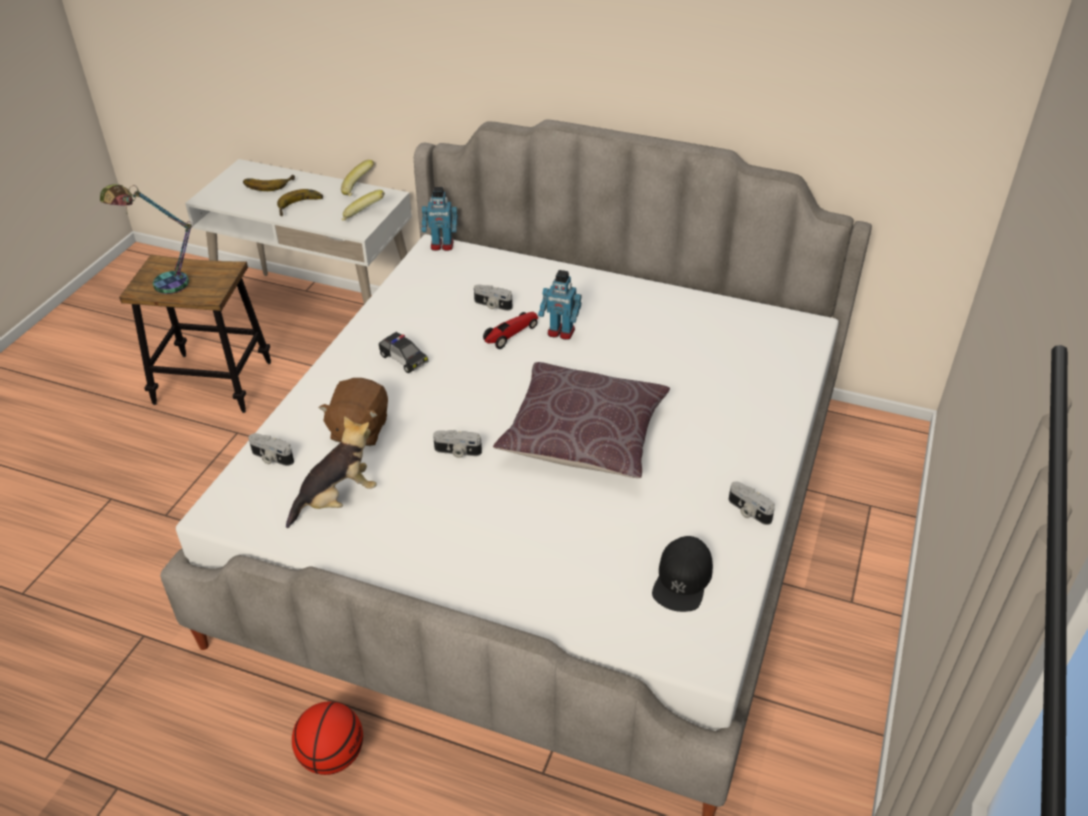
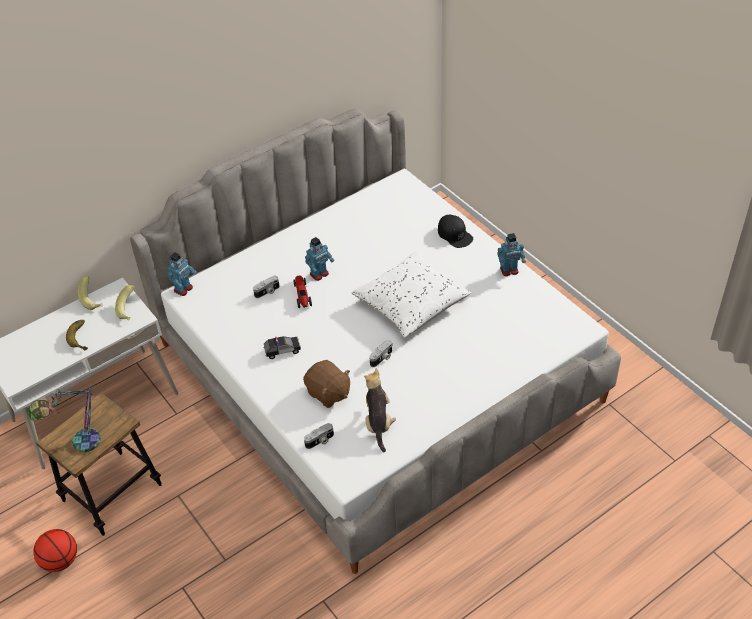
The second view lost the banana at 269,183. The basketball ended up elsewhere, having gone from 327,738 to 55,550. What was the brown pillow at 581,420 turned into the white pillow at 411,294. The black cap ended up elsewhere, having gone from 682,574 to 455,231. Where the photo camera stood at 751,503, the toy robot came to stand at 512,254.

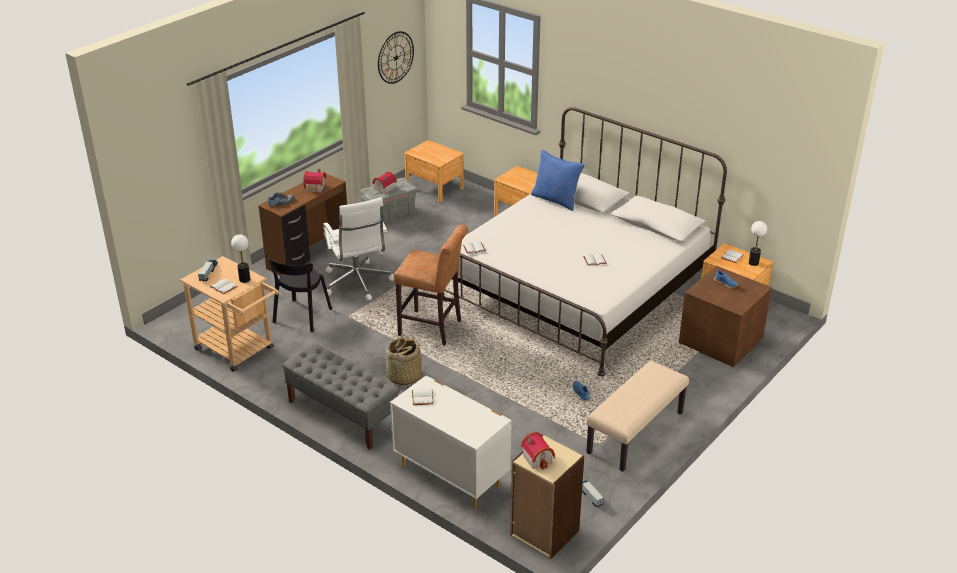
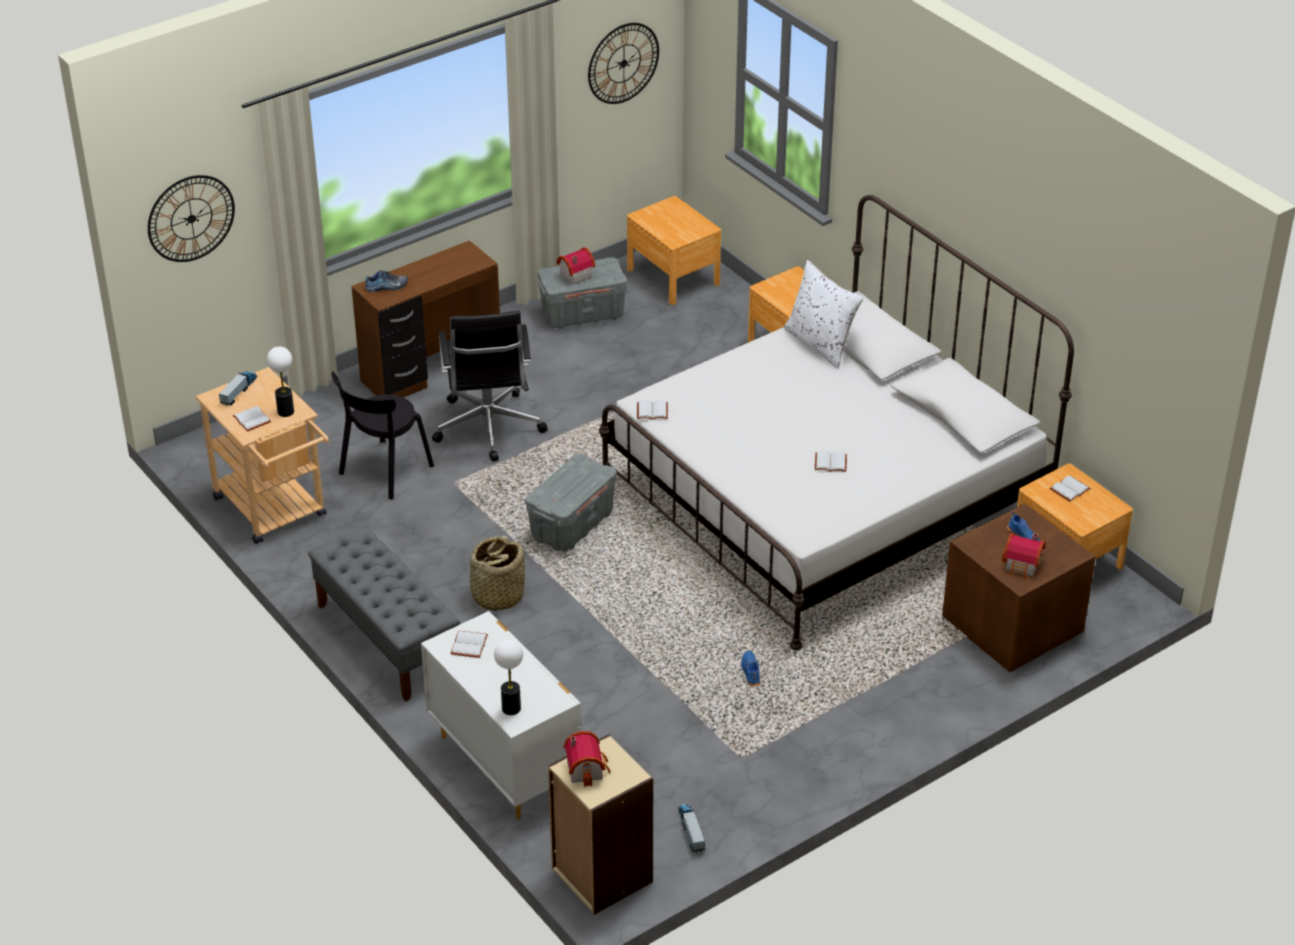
The toy house ended up elsewhere, having gone from 314,181 to 1024,556. What was the white office chair at 358,249 turned into the black office chair at 490,386. Where the brown stool stood at 431,284, the grey storage box came to stand at 571,503. What was the blue pillow at 558,180 turned into the white pillow at 823,314. The second view lost the beige bench at 637,416. The table lamp ended up elsewhere, having gone from 758,243 to 508,677. The second view gained the wall clock at 191,218.

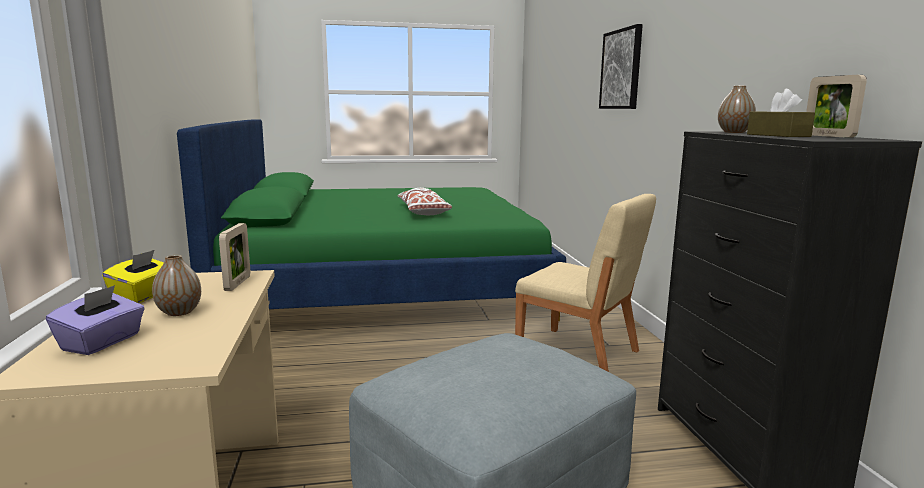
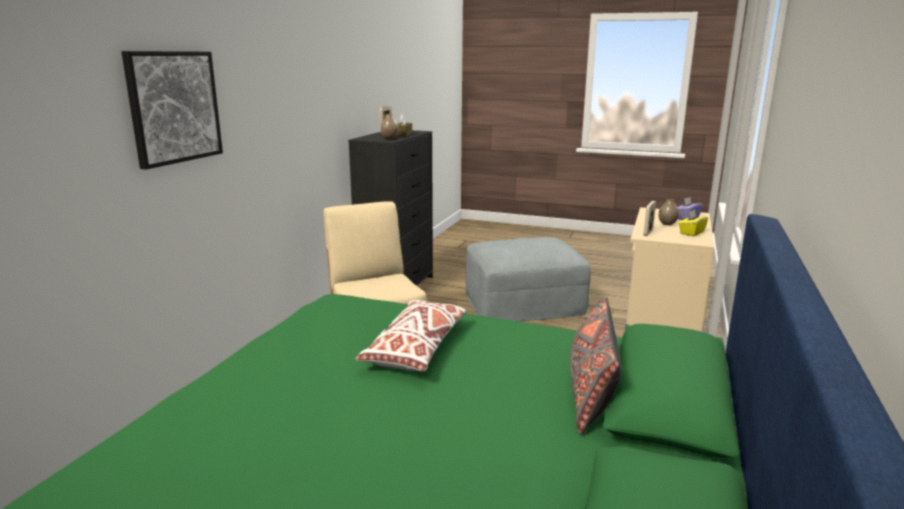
The second view gained the grey pillow at 595,366.

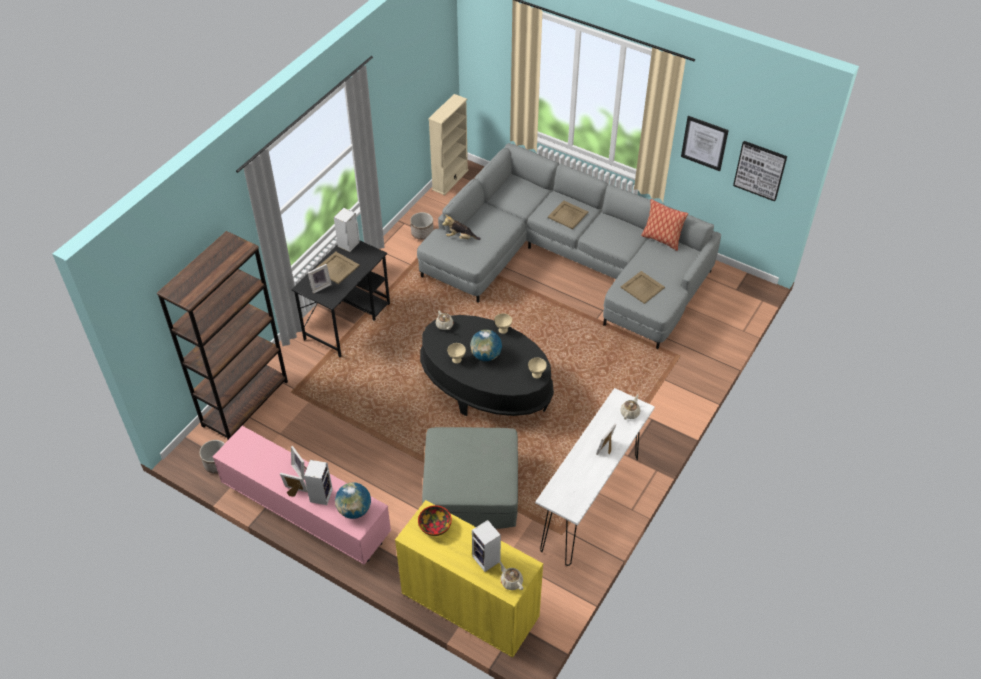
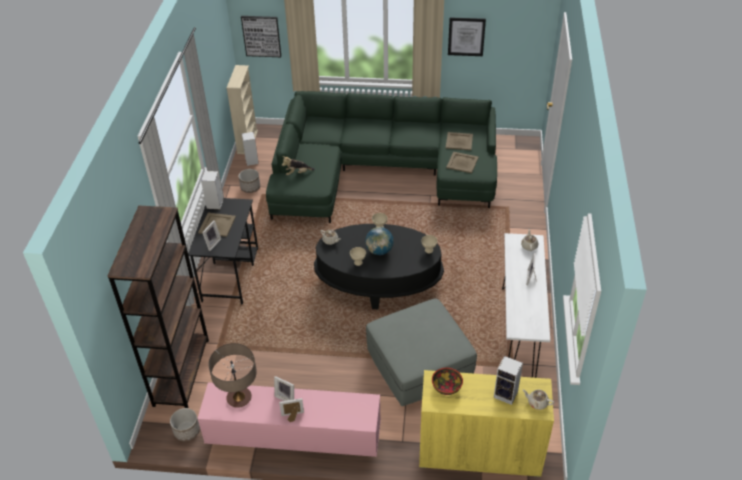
The speaker ended up elsewhere, having gone from 318,482 to 250,149. The second view lost the globe at 353,500. What was the grey sofa at 569,246 turned into the green sofa at 381,157. The beige tray ended up elsewhere, having gone from 568,214 to 459,141. The second view lost the pillow at 664,225. The picture ended up elsewhere, having gone from 760,171 to 261,36. The second view gained the table lamp at 232,375.

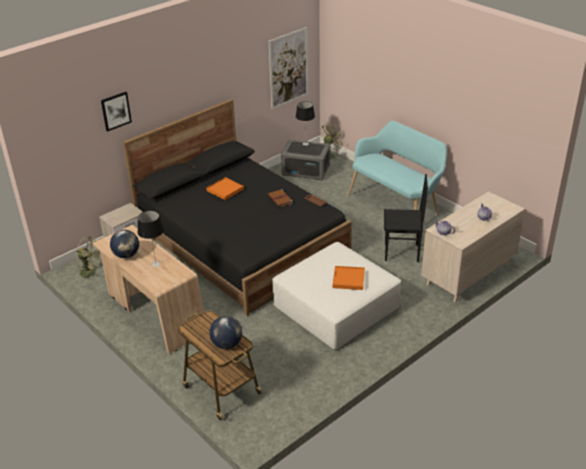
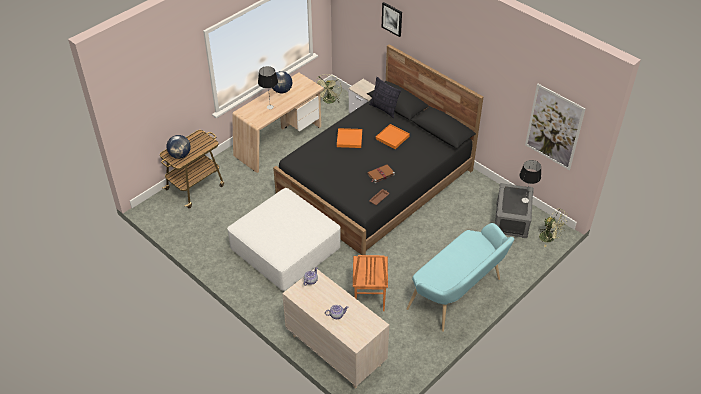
The orange tray ended up elsewhere, having gone from 349,278 to 349,138. What was the black chair at 406,218 turned into the orange chair at 370,283. The second view gained the pillow at 385,97.

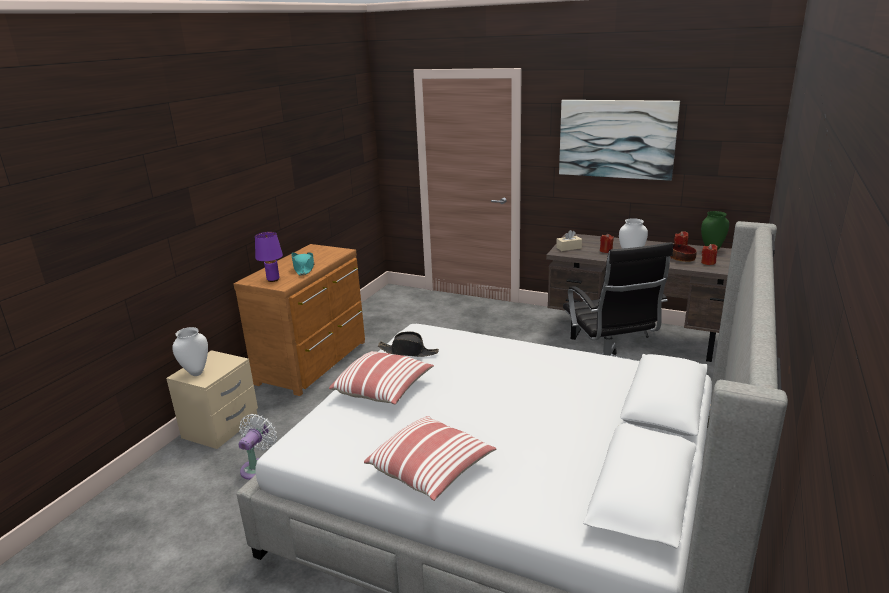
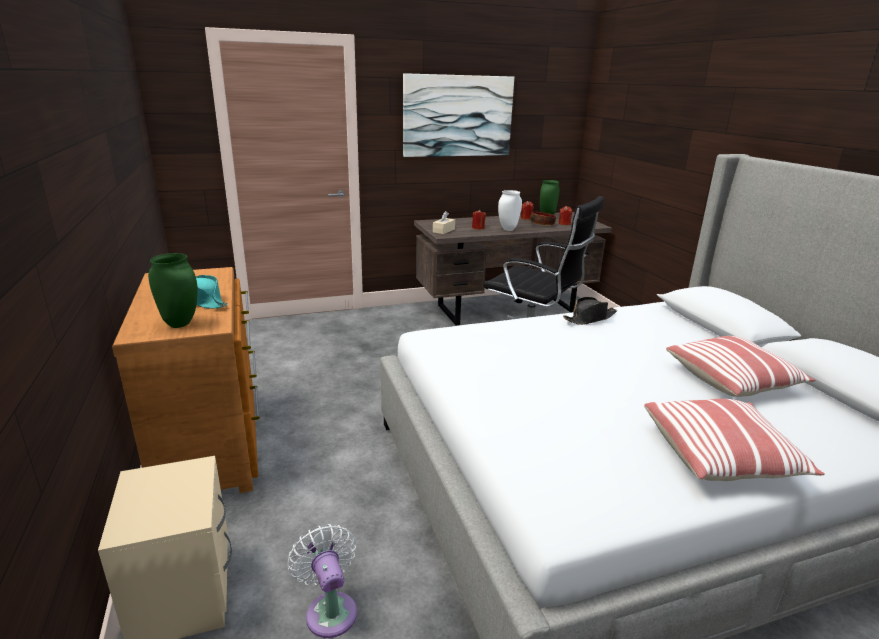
The second view lost the white vase at 190,351. Where the purple table lamp stood at 269,257, the green vase came to stand at 173,290. The pillow ended up elsewhere, having gone from 381,377 to 740,366. The black hat ended up elsewhere, having gone from 408,344 to 590,311.

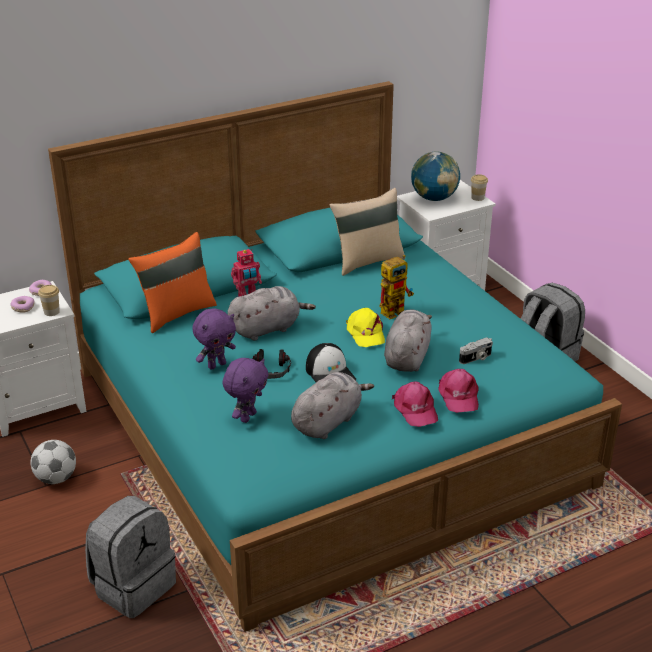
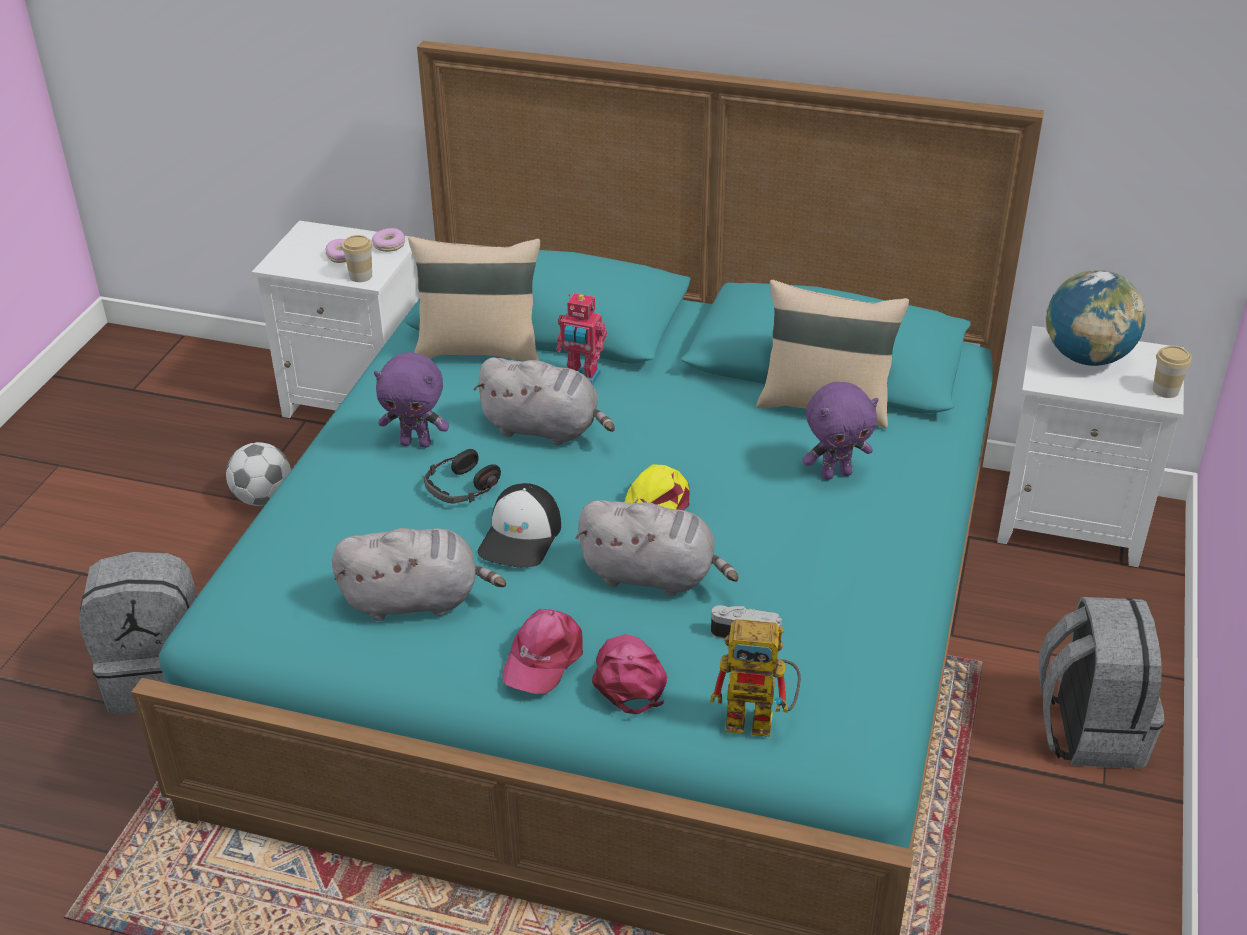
What was the orange pillow at 172,282 turned into the beige pillow at 474,298. The purple plush toy ended up elsewhere, having gone from 245,390 to 840,431. The toy robot ended up elsewhere, having gone from 397,287 to 755,678. The grey plush toy at 408,341 ended up facing another way, 45 degrees clockwise from before. The pink cap at 458,391 ended up facing another way, 135 degrees clockwise from before.

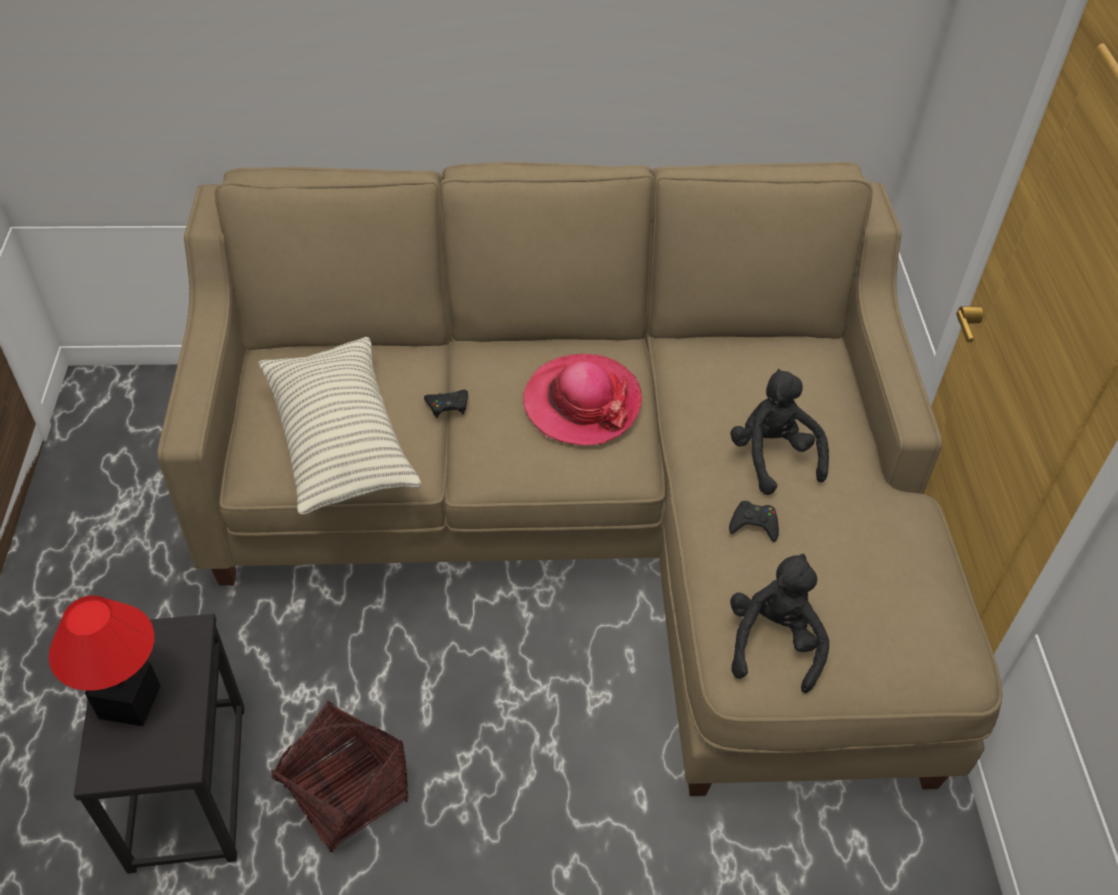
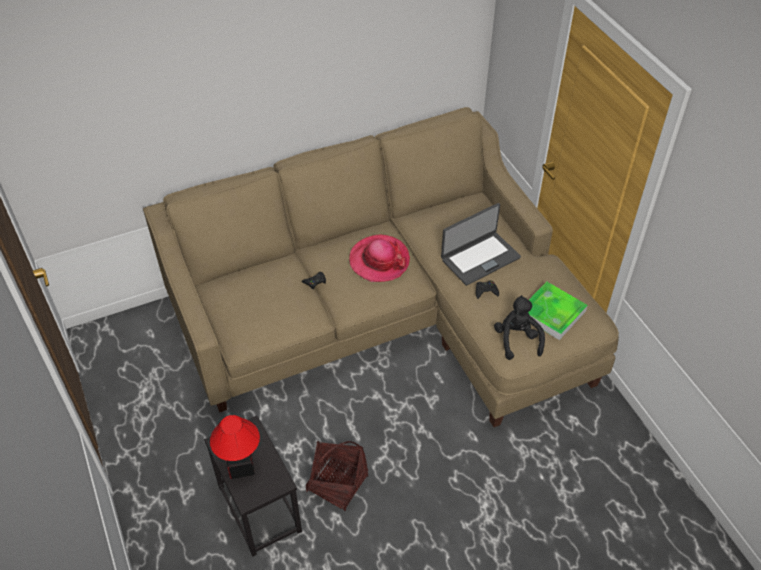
The second view lost the pillow at 340,425. Where the black plush toy stood at 779,432, the laptop came to stand at 481,244. The second view gained the tray at 558,311.

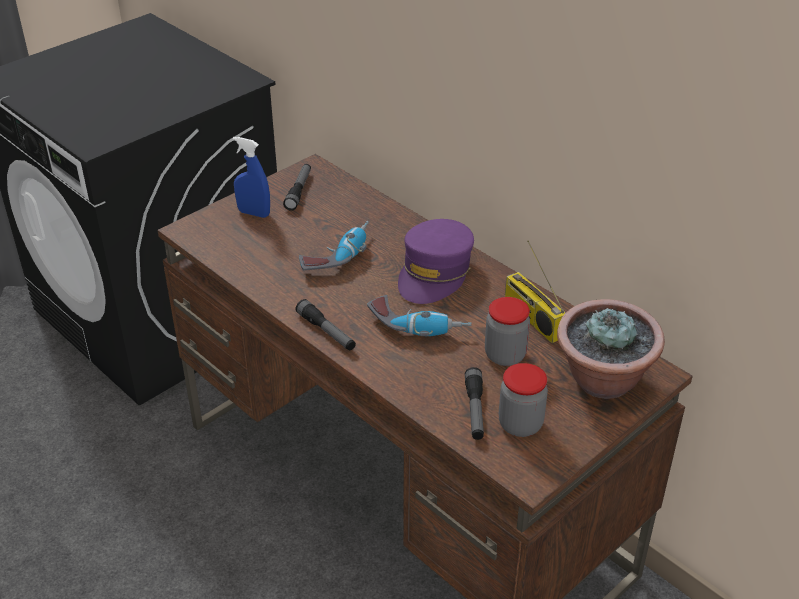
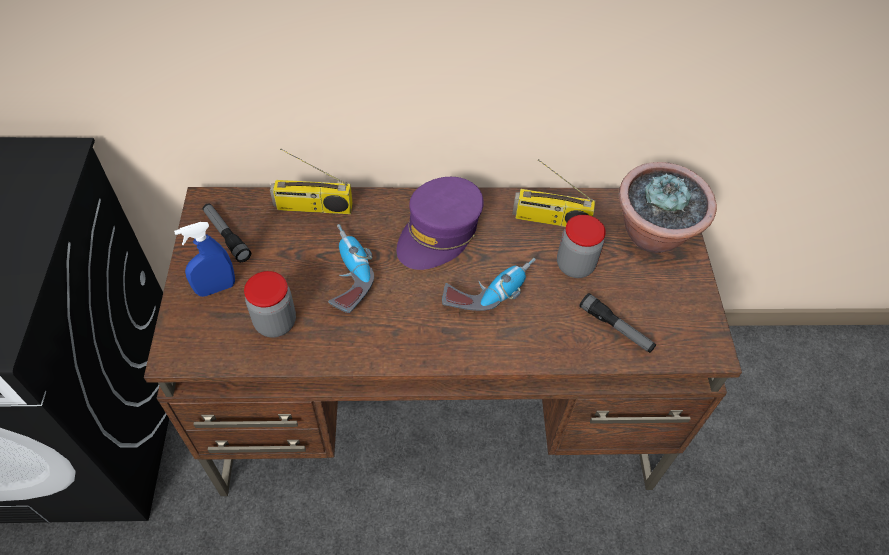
The second view lost the flashlight at 325,324. The purple cap at 436,261 ended up facing another way, 60 degrees clockwise from before. The jar ended up elsewhere, having gone from 523,400 to 270,304. The second view gained the radio at 311,181.

